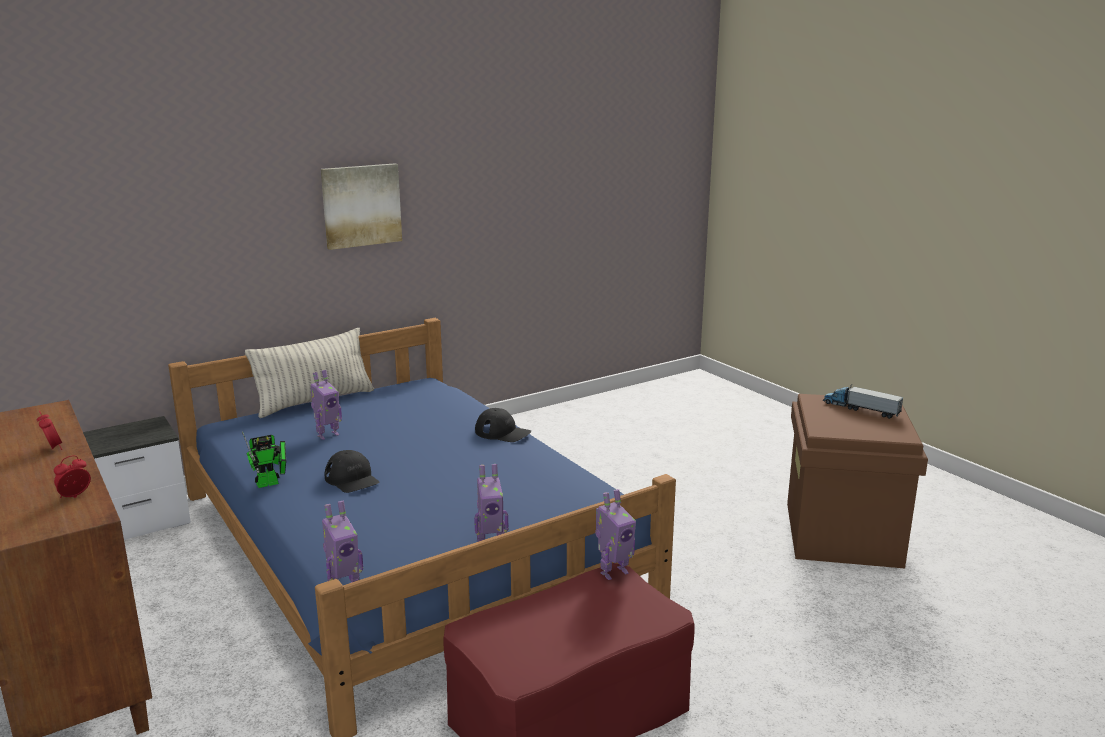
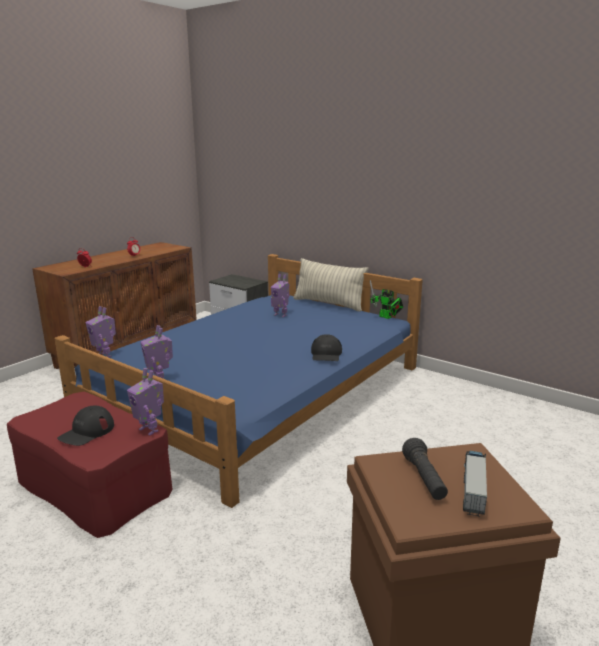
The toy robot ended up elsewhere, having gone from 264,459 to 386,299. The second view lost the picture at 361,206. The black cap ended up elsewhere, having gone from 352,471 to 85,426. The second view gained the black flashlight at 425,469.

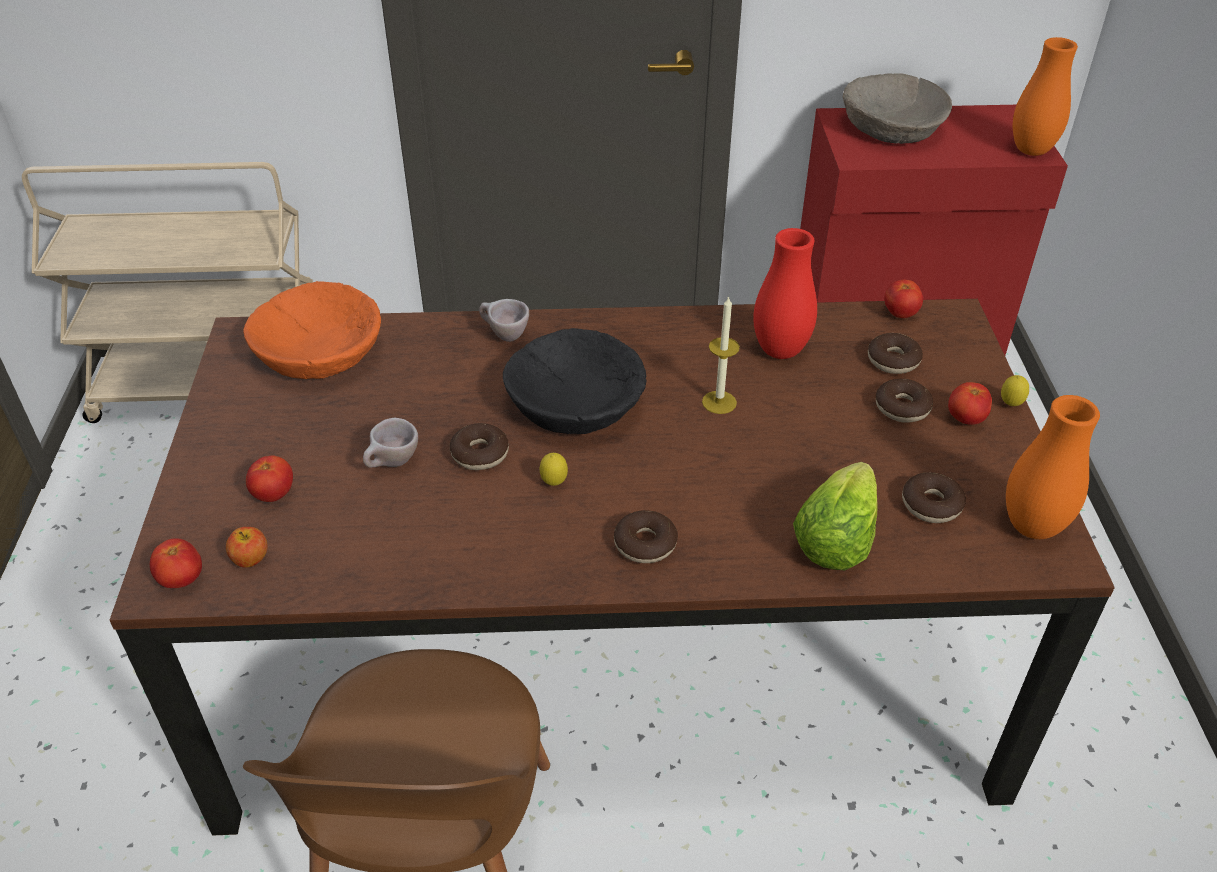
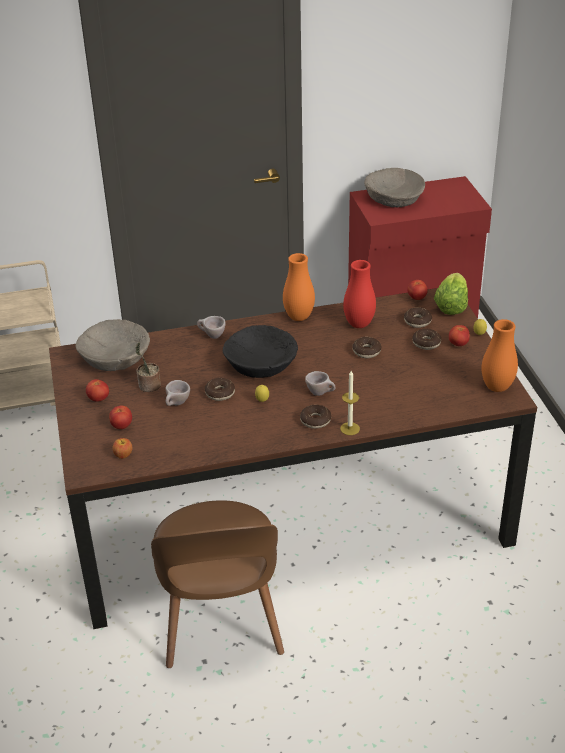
The tomato ended up elsewhere, having gone from 176,563 to 97,390. What was the orange bowl at 312,330 turned into the beige bowl at 112,345. The candle ended up elsewhere, having gone from 721,355 to 350,403. The lettuce ended up elsewhere, having gone from 835,516 to 451,294. The donut ended up elsewhere, having gone from 934,497 to 366,347. The orange vase ended up elsewhere, having gone from 1045,96 to 299,287. The second view gained the potted plant at 148,367. The second view gained the beige cup at 320,383.

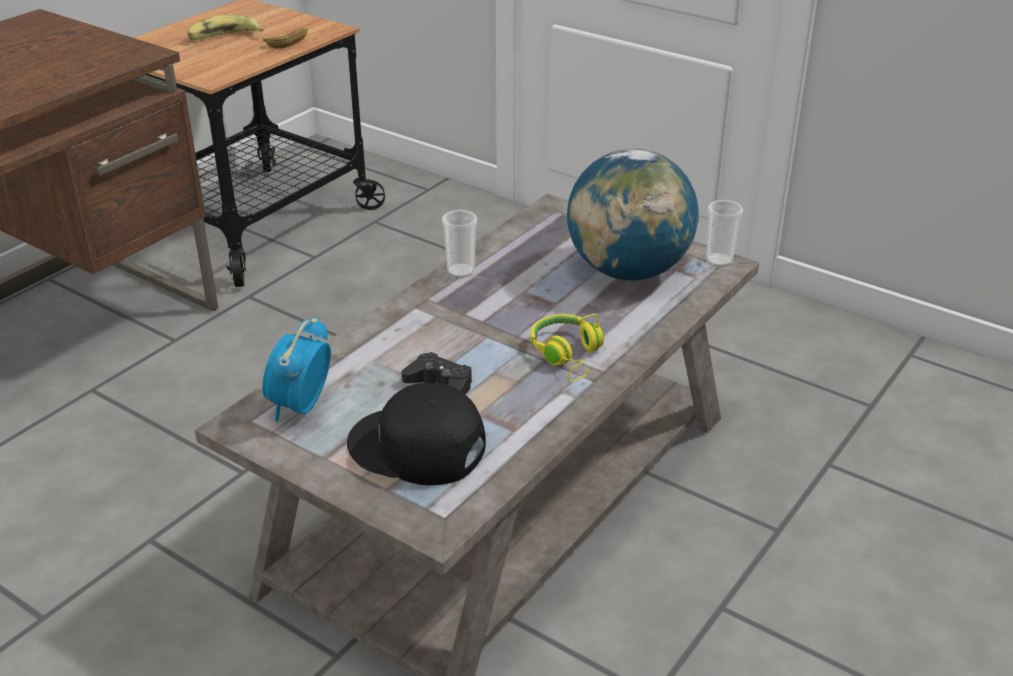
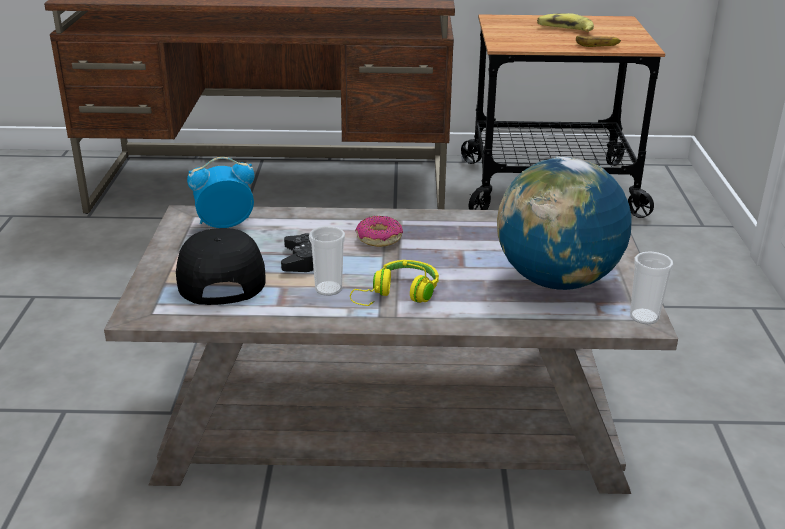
The cup ended up elsewhere, having gone from 459,244 to 327,261. The second view gained the donut at 379,231.

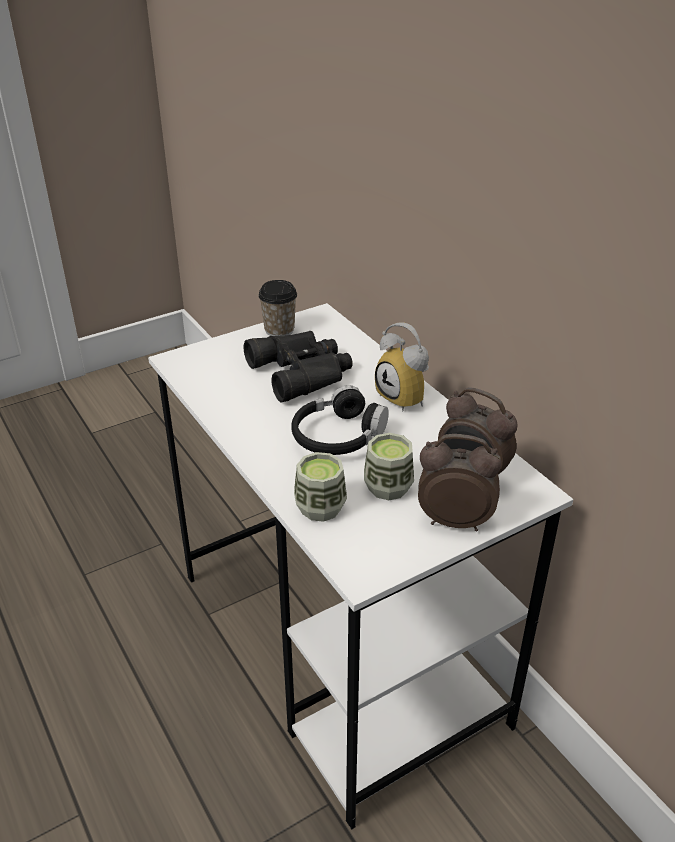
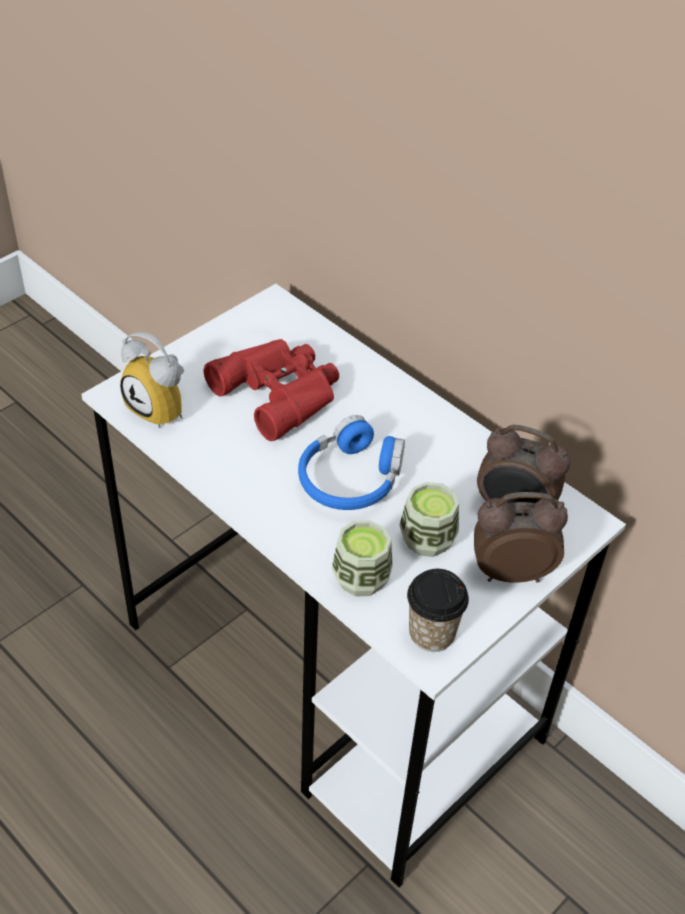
What was the black binoculars at 298,366 turned into the red binoculars at 271,390. The cup ended up elsewhere, having gone from 277,308 to 438,610. What was the black headphones at 340,420 turned into the blue headphones at 351,462. The alarm clock ended up elsewhere, having gone from 402,366 to 152,380.

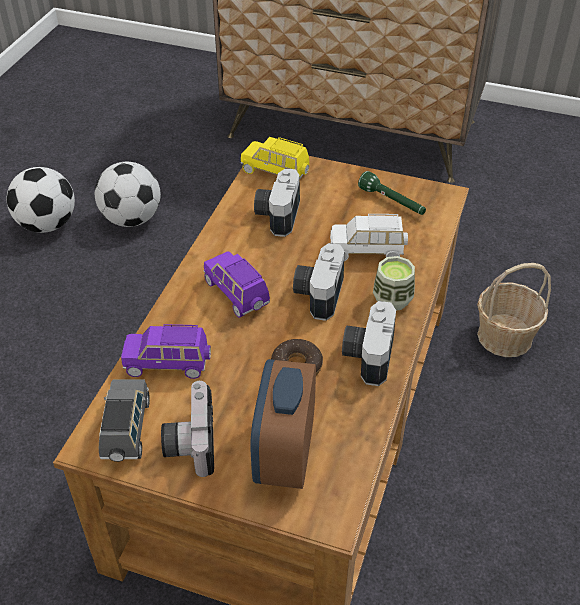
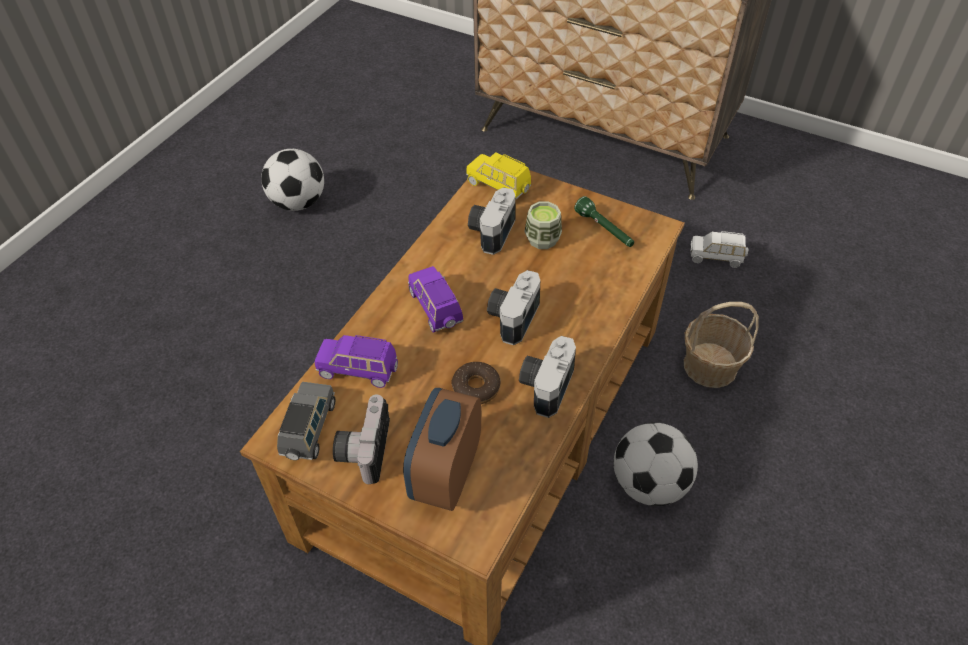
The football ended up elsewhere, having gone from 128,194 to 656,464. The white toy car ended up elsewhere, having gone from 369,237 to 719,249. The cup ended up elsewhere, having gone from 394,283 to 543,225.

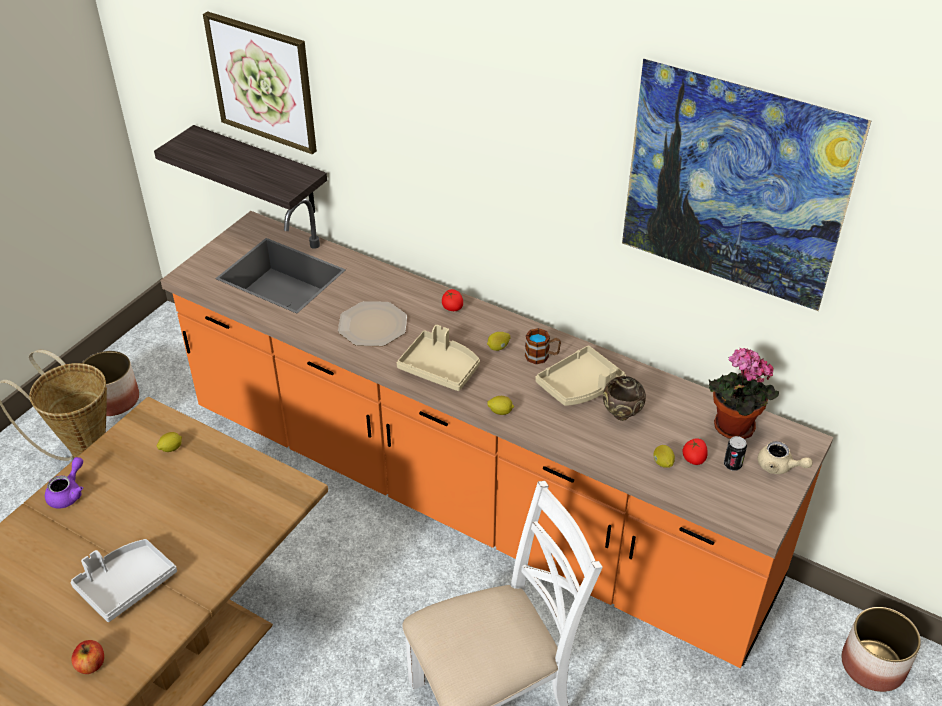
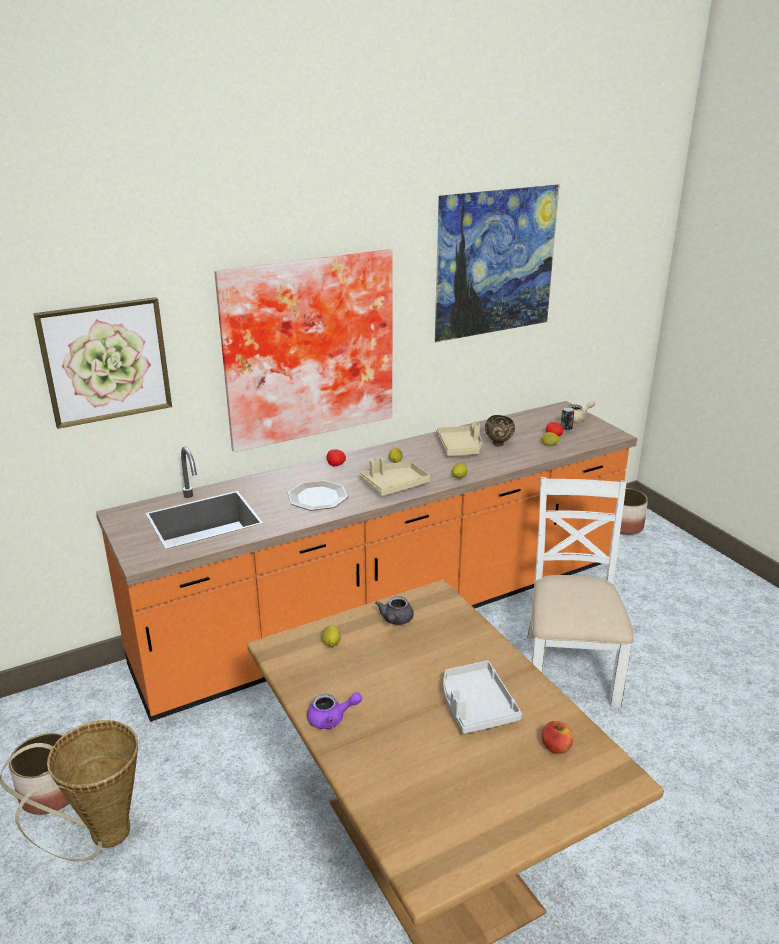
The purple teapot at 64,483 ended up facing another way, 120 degrees clockwise from before. The second view lost the shelf at 240,169. The second view lost the mug at 543,346. The second view lost the potted plant at 744,393. The second view gained the picture at 303,350. The second view gained the grey teapot at 394,610.

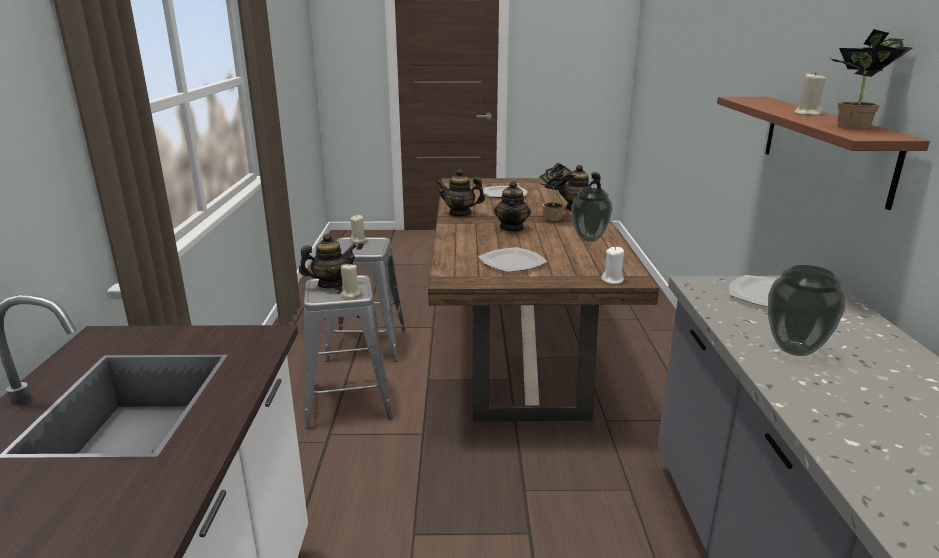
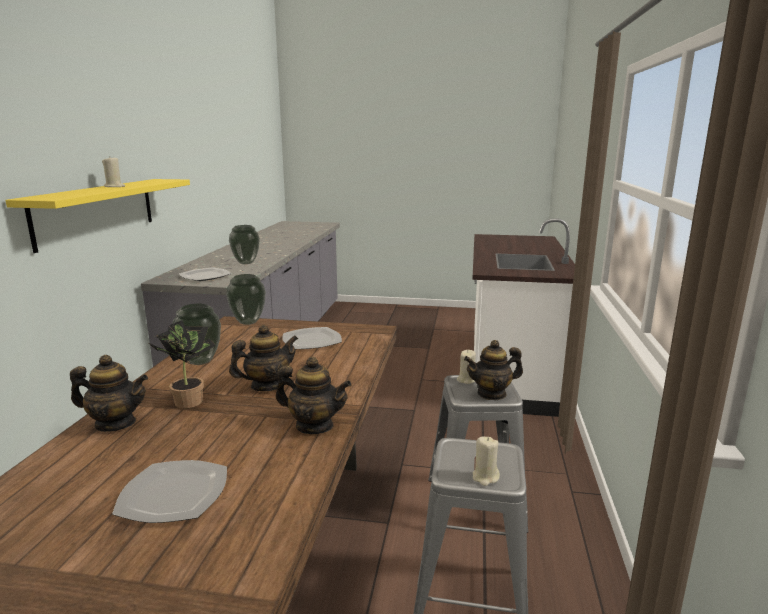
The teapot at 512,206 ended up facing another way, 45 degrees clockwise from before. Where the white candle stood at 612,265, the vase came to stand at 246,299. What was the brown shelf at 823,153 turned into the yellow shelf at 97,216. The second view lost the potted plant at 870,79.

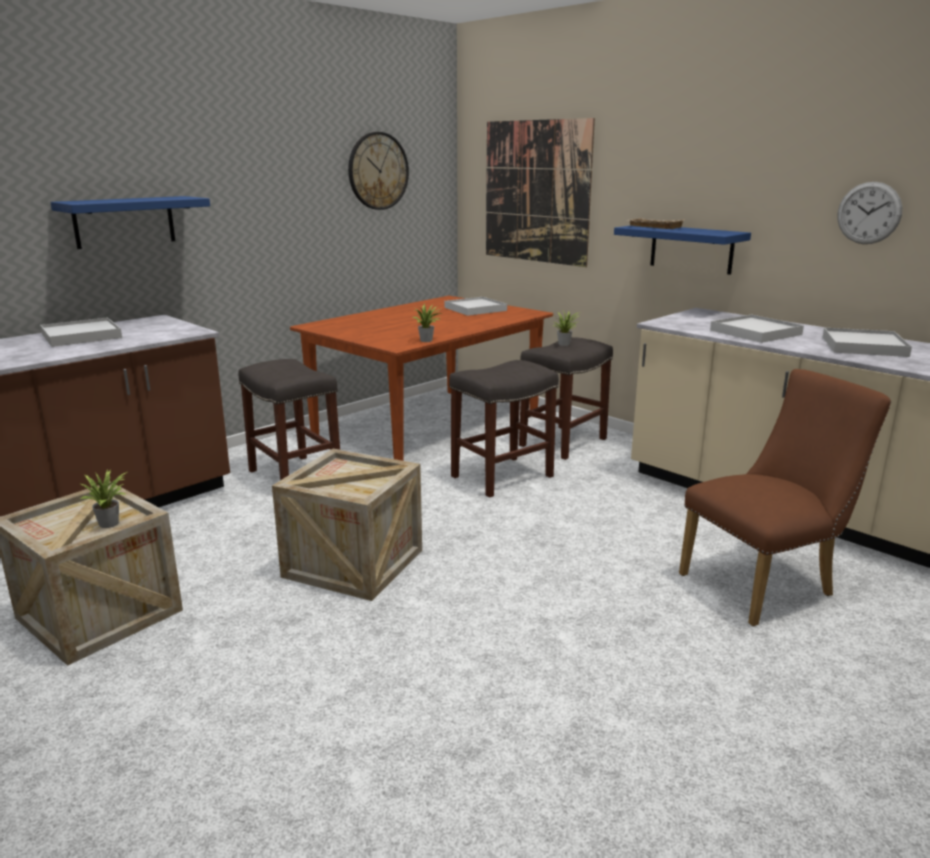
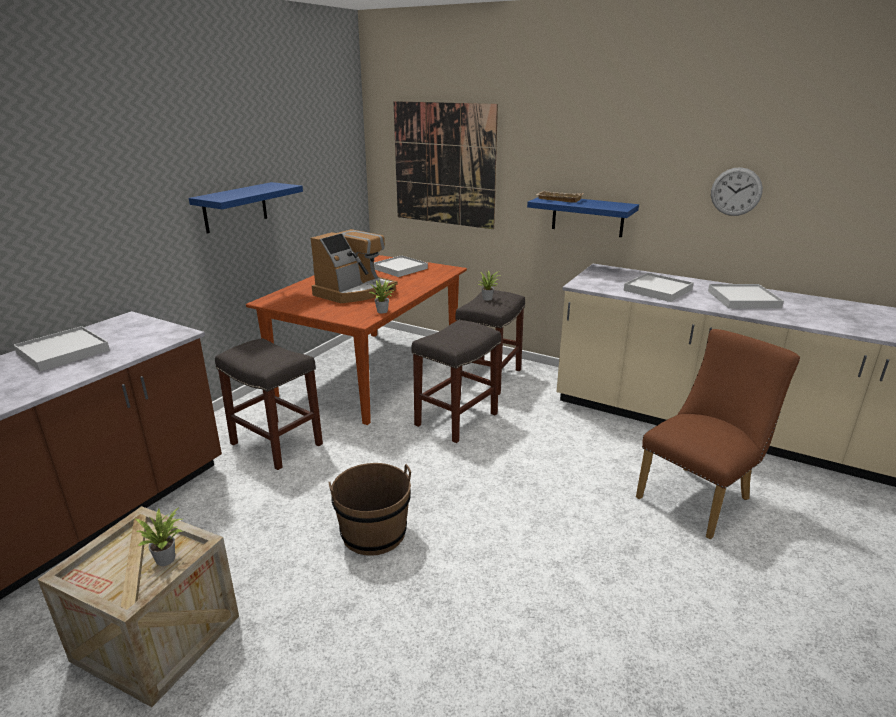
The blue shelf ended up elsewhere, having gone from 130,222 to 246,208. Where the crate stood at 347,525, the brown bucket came to stand at 369,509. The second view lost the wall clock at 378,171. The second view gained the coffee machine at 354,266.

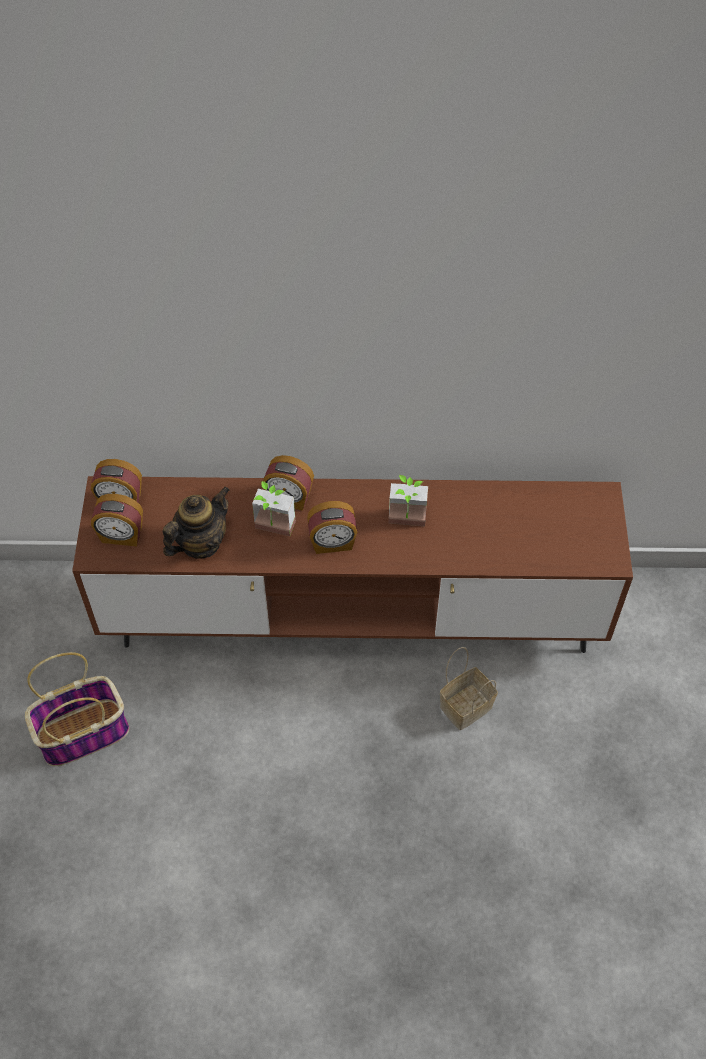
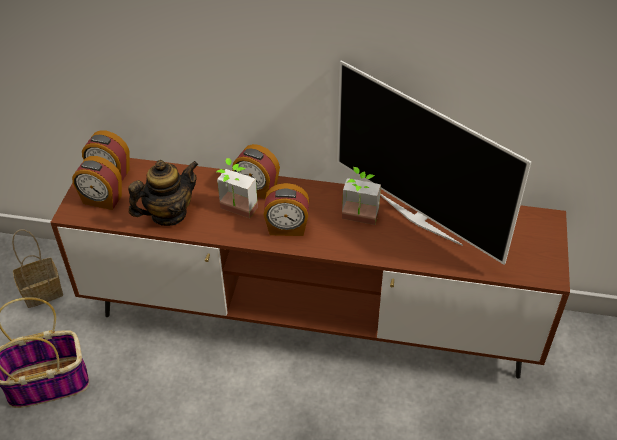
The basket ended up elsewhere, having gone from 469,688 to 37,269. The second view gained the television at 434,162.

